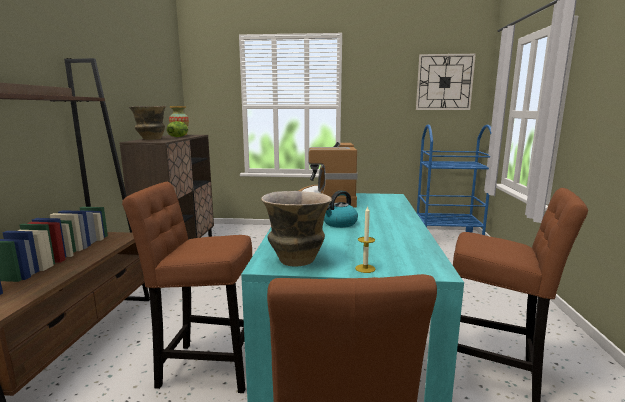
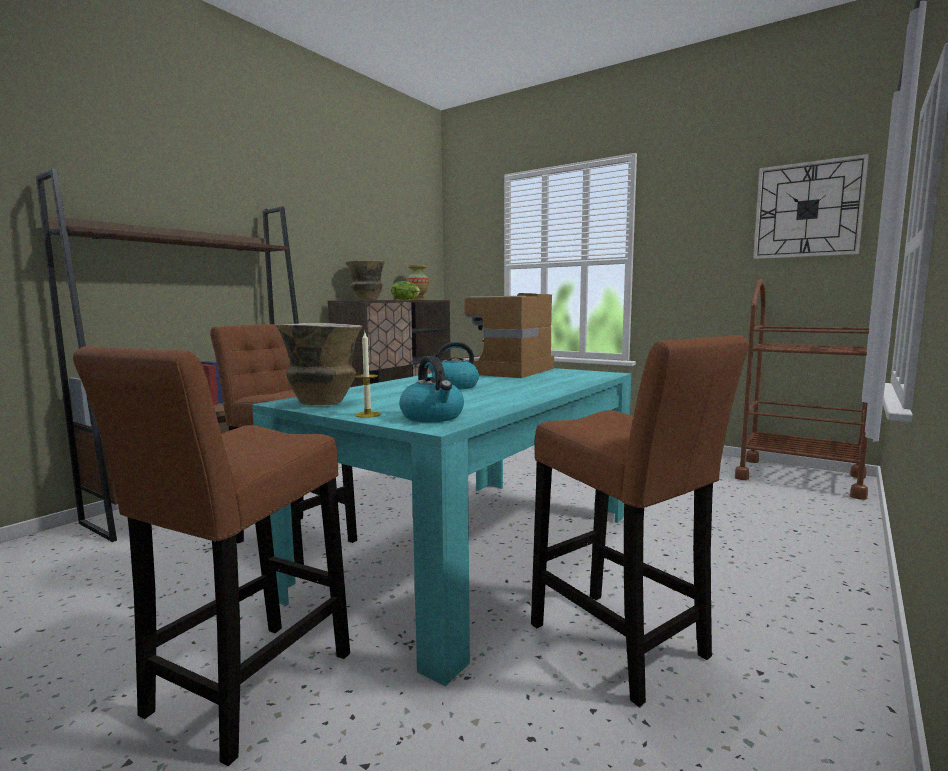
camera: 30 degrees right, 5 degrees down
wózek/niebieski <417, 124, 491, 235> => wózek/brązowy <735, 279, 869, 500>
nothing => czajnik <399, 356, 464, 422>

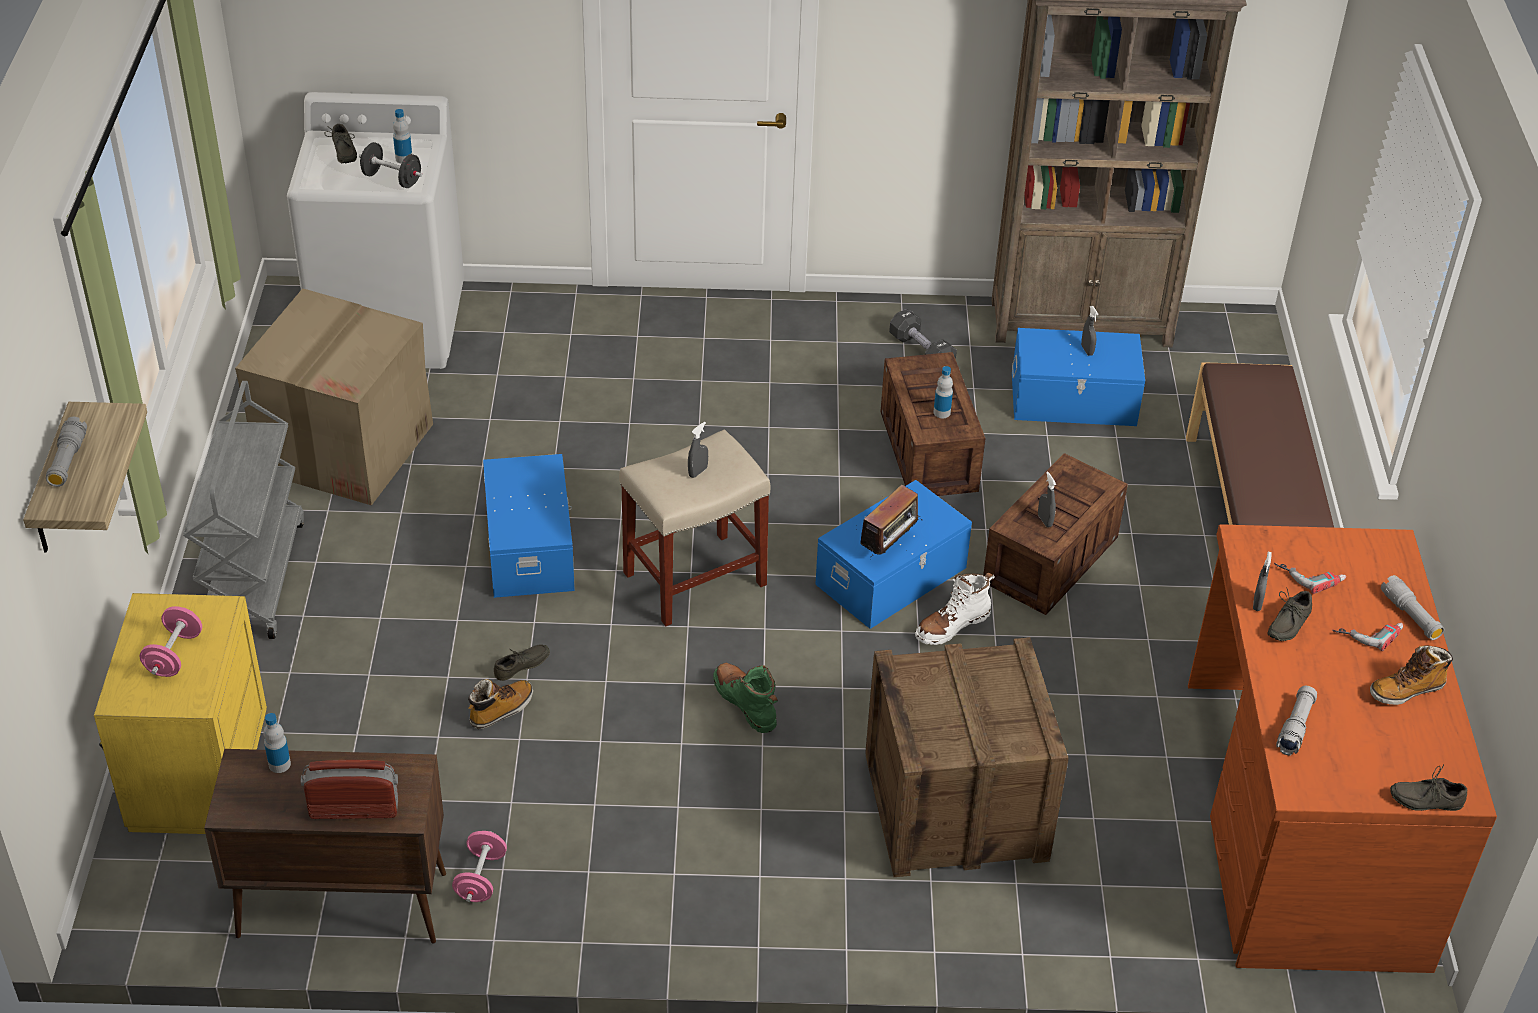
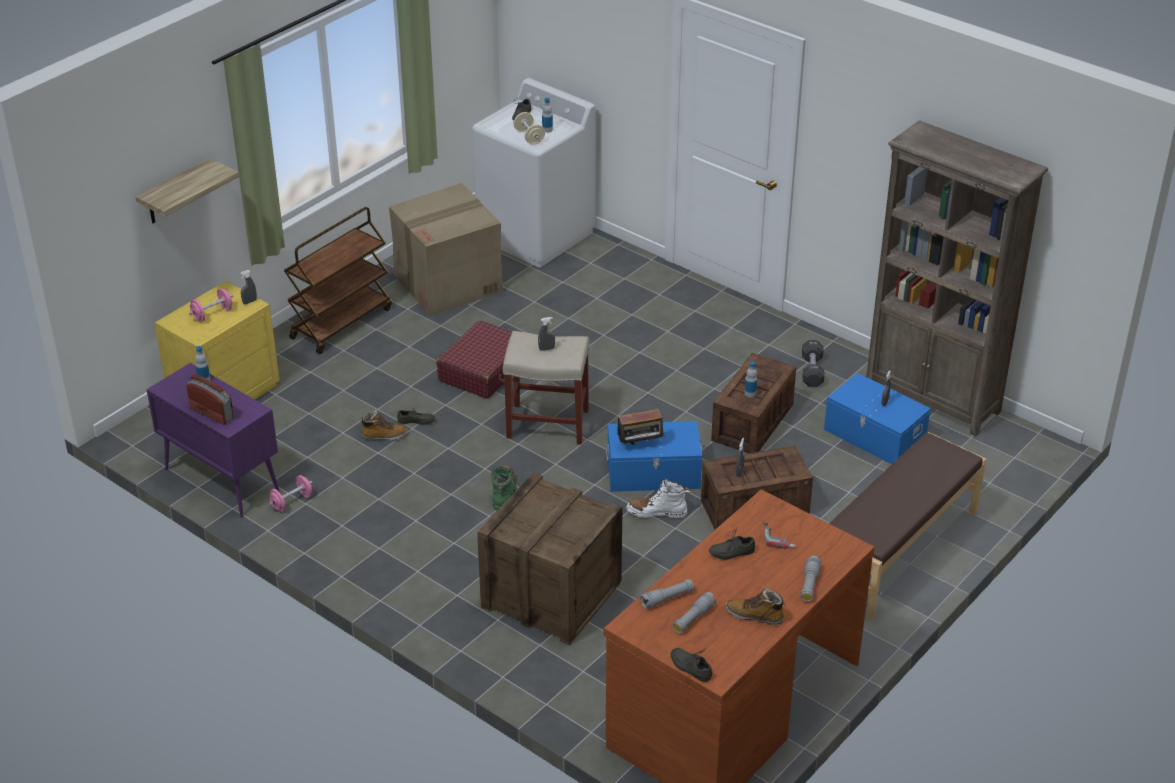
camera: 40 degrees right, 5 degrees down
latarka/szary <46, 417, 87, 487> => latarka/szary <673, 592, 717, 634>, shifted
wózek/szary <183, 381, 304, 639> => wózek/brązowy <284, 207, 392, 354>
szafka/brązowy <204, 749, 446, 944> => szafka/fioletowy <146, 363, 279, 517>
hantel/czarny <359, 142, 422, 188> => hantel/beżowy <513, 112, 545, 145>
pojemnik do przechowywania/niebieski <483, 454, 575, 598> => walizka/czerwony <437, 320, 513, 399>
spryskiwacz/szary <1253, 552, 1272, 611> => spryskiwacz/szary <240, 270, 257, 304>, shifted
wiertarka <1332, 623, 1403, 651> => nothing

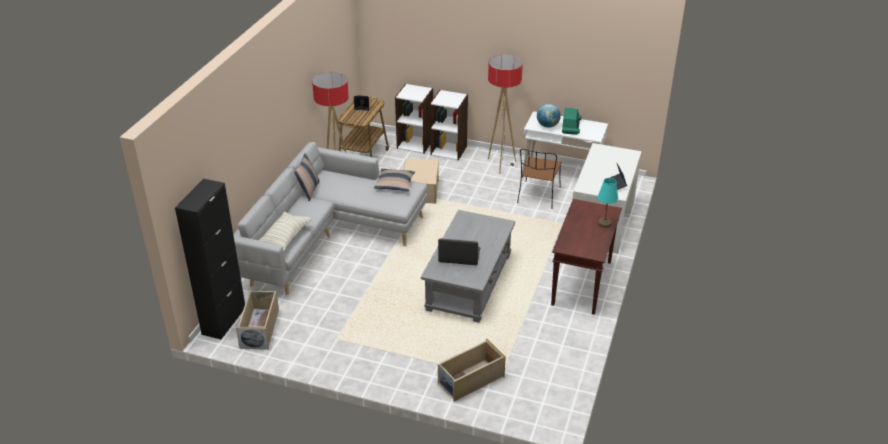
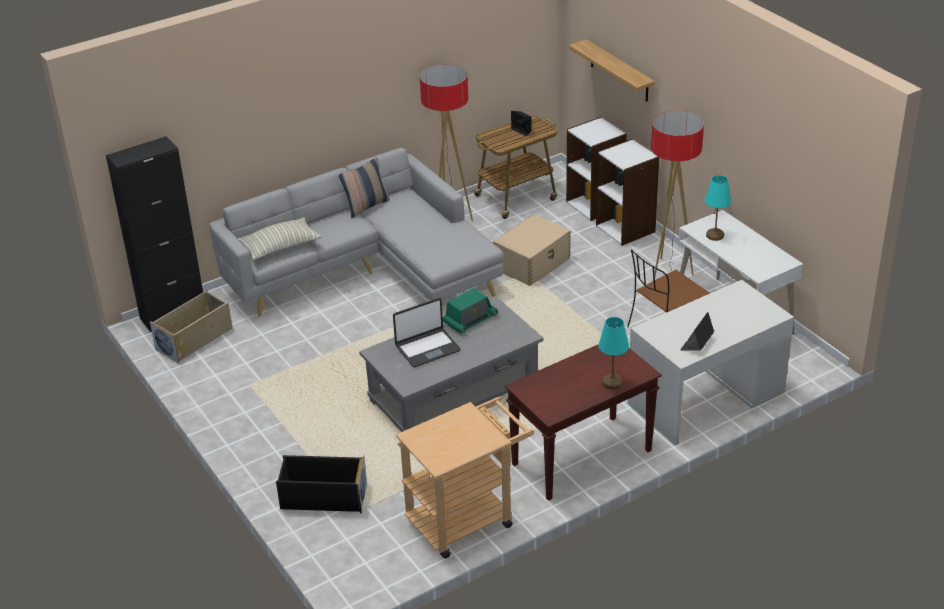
camera: 40 degrees right, 0 degrees up
poduszka <374, 168, 415, 192> => nothing
laptop <438, 238, 480, 265> => laptop <393, 298, 461, 367>, 105 degrees clockwise
pojemnik do przechowywania/beżowy <438, 339, 506, 402> => pojemnik do przechowywania/czarny <276, 455, 367, 513>
globus <537, 104, 561, 128> => lampa stołowa/turkusowy <705, 175, 731, 241>
radio <562, 108, 582, 135> => radio <443, 288, 498, 334>, shifted
nothing => wózek/beżowy <396, 397, 534, 559>
nothing => półka <569, 39, 655, 102>

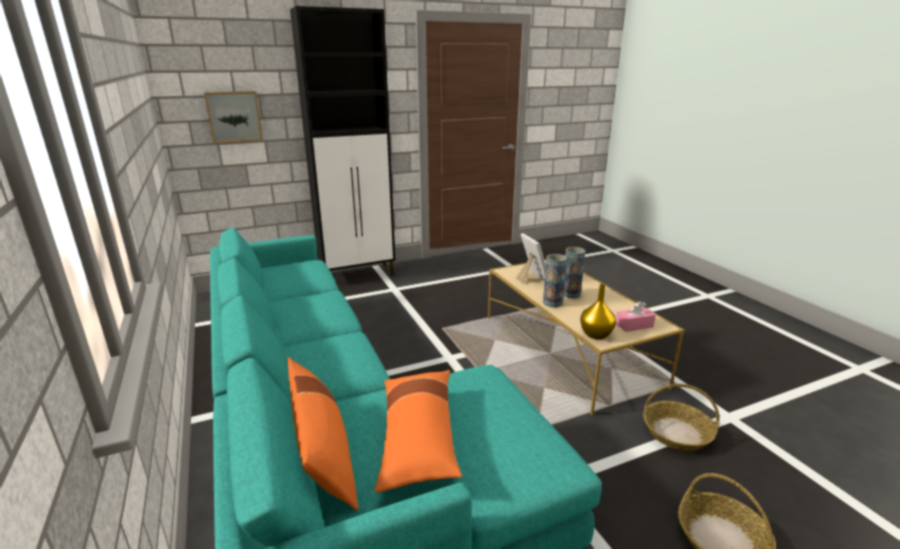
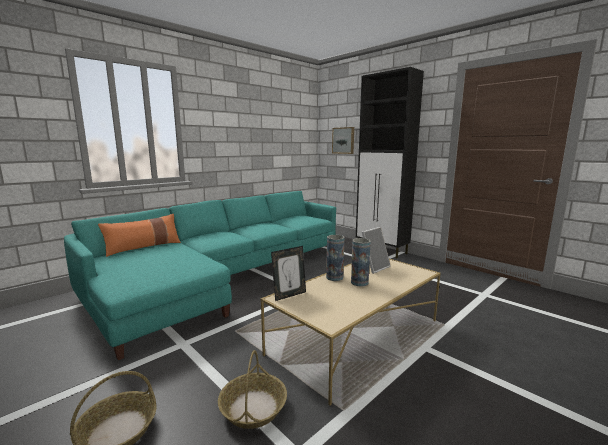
camera: 70 degrees right, 10 degrees down
poduszka/pomarańczowy <374, 370, 462, 493> => nothing
wazon/żółty <580, 284, 616, 339> => ramka na zdjęcie <271, 246, 306, 301>
pudełko chusteczek/różowy <616, 301, 656, 332> => nothing

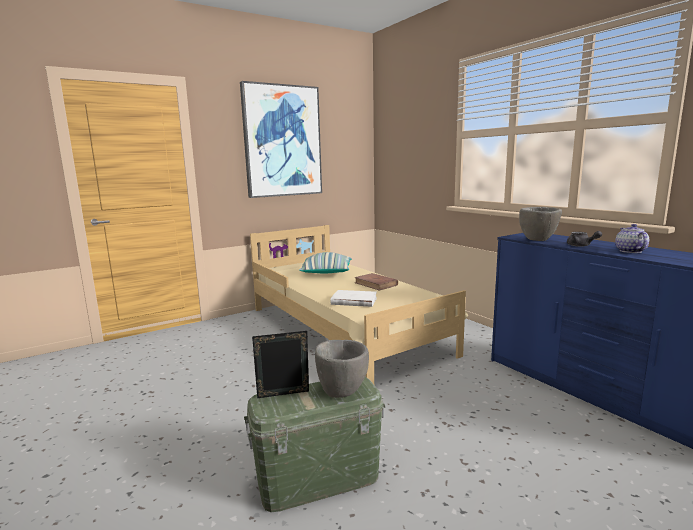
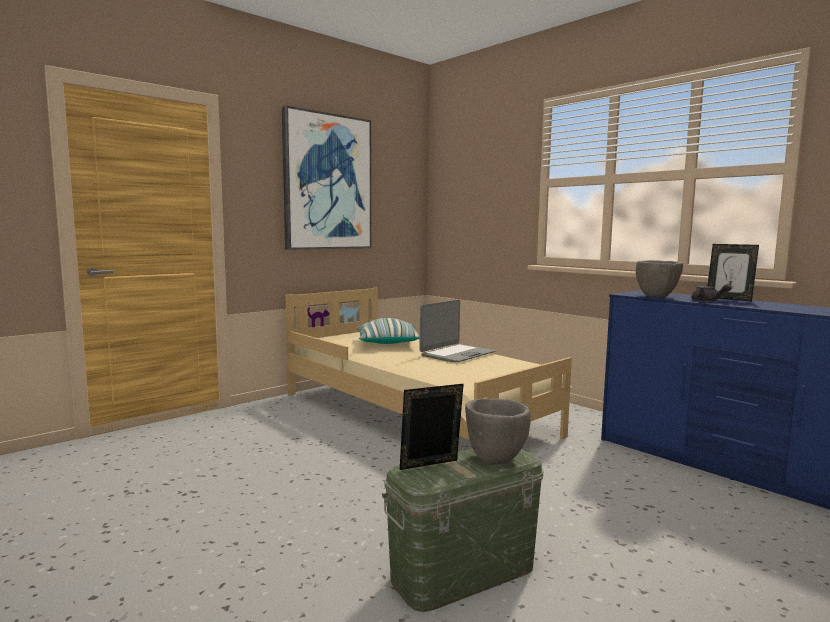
camera: 10 degrees left, 5 degrees down
książka/biały <330, 290, 377, 307> => nothing
książka/brązowy <354, 273, 398, 290> => laptop <419, 300, 495, 362>
imbryk <615, 224, 649, 253> => nothing
nothing => ramka na zdjęcie <708, 244, 759, 302>

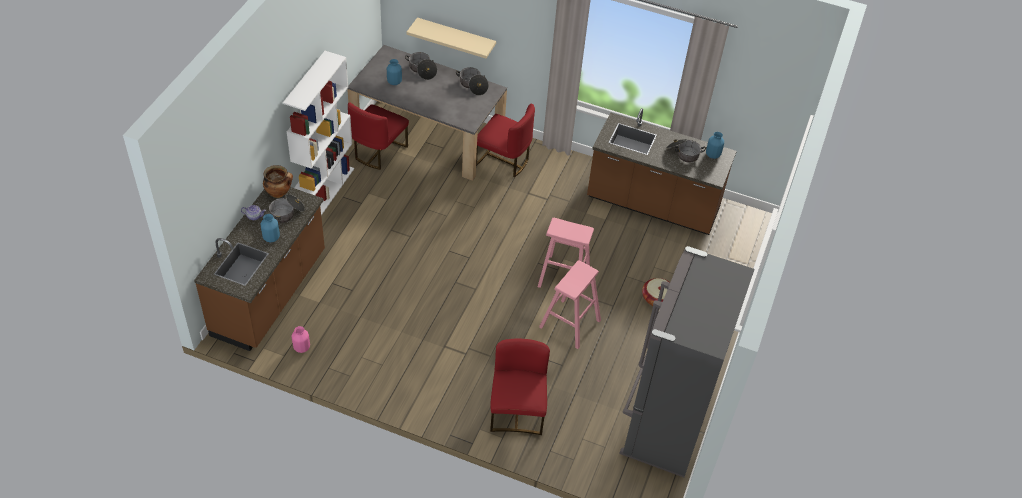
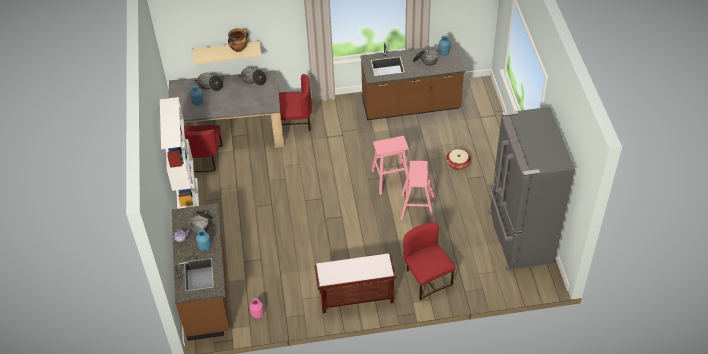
camera: 25 degrees left, 0 degrees up
garnek <263, 165, 293, 198> => garnek <228, 28, 248, 52>, shifted
nothing => ławka/brązowy <314, 253, 396, 313>

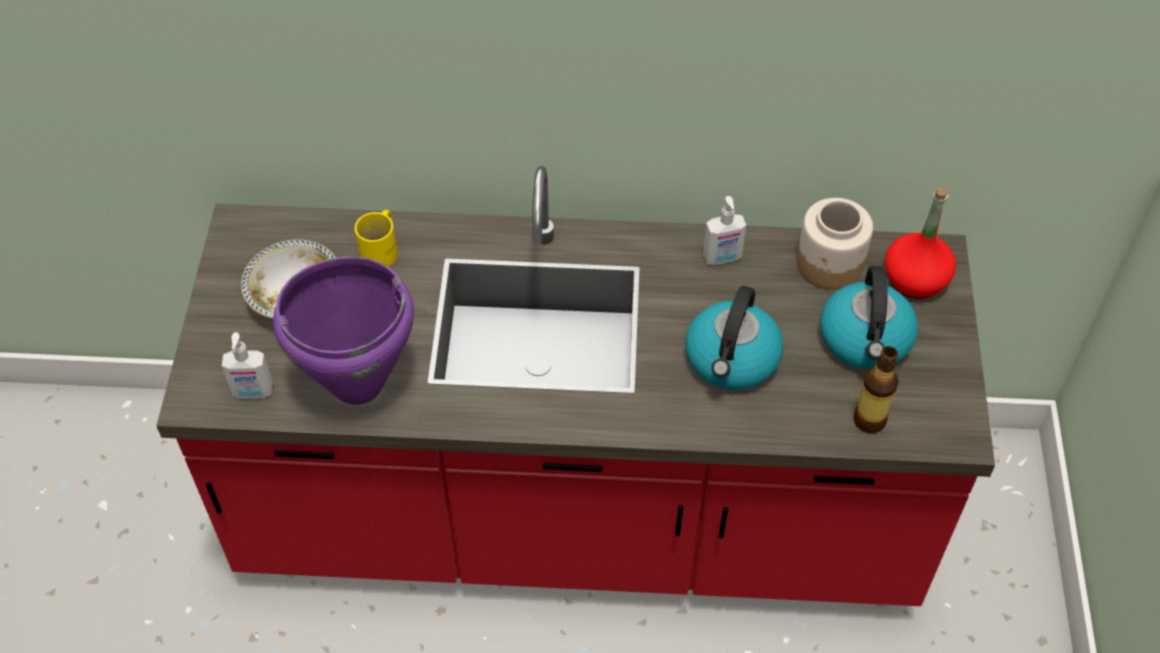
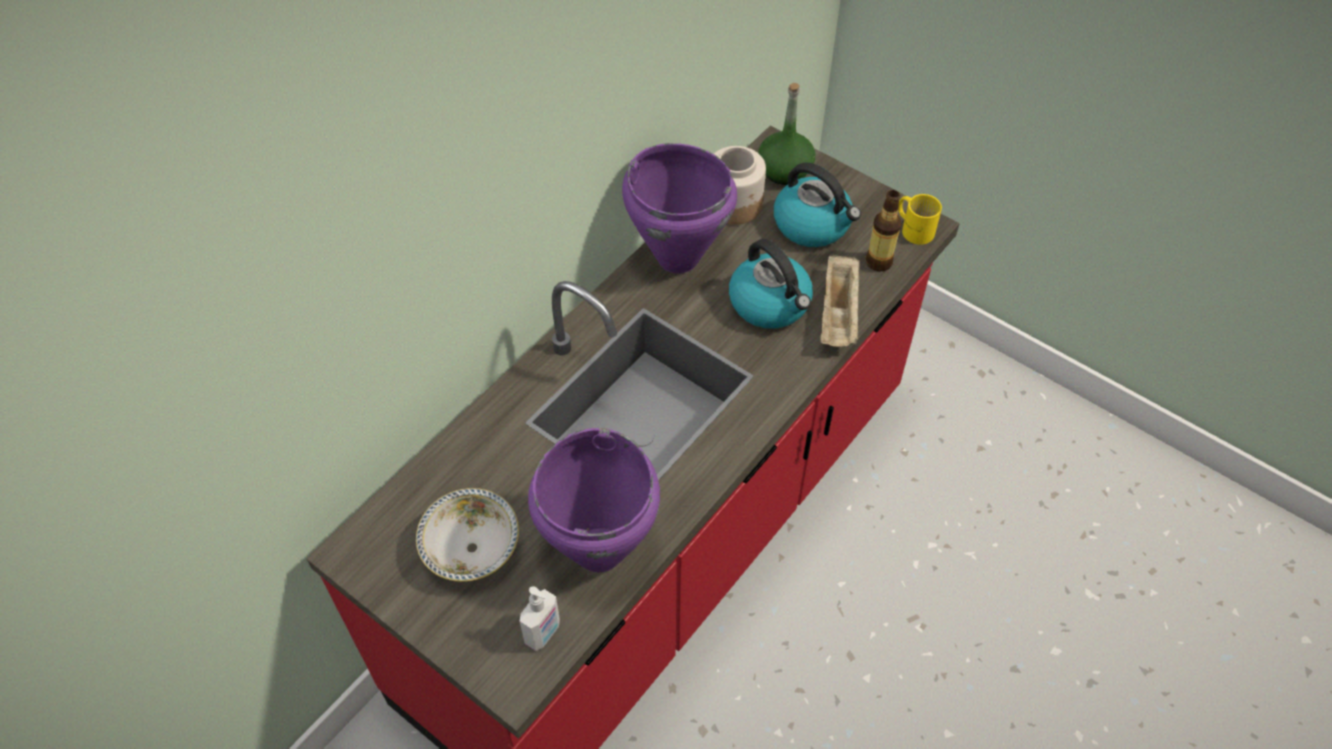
camera: 55 degrees left, 0 degrees up
kubek/żółty <355, 210, 398, 267> => kubek/żółty <898, 194, 942, 245>, shifted
dozownik mydła <703, 196, 746, 265> => garnek/fioletowy <622, 143, 737, 273>
butelka/czerwony <885, 188, 956, 299> => butelka/zielony <758, 83, 815, 185>
nothing => taca/beżowy <820, 253, 860, 347>

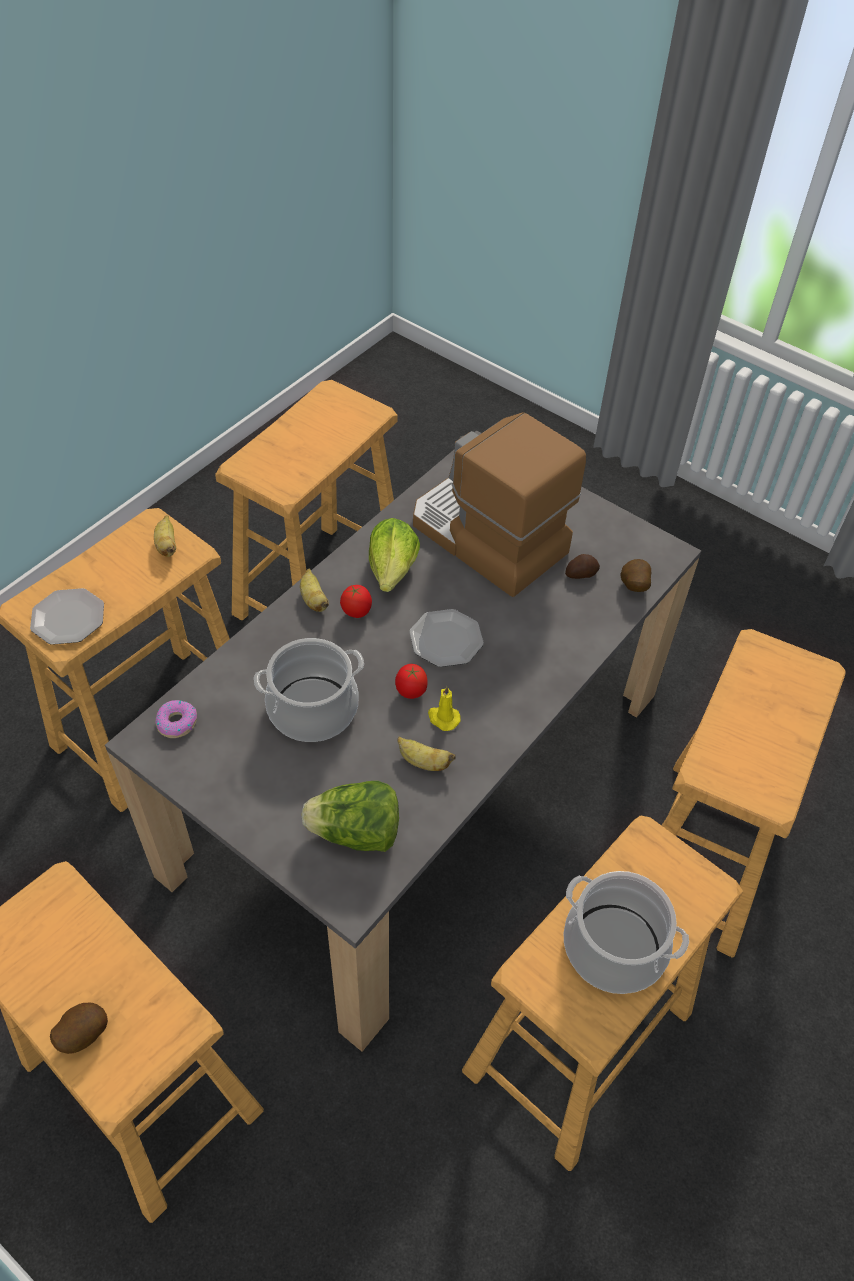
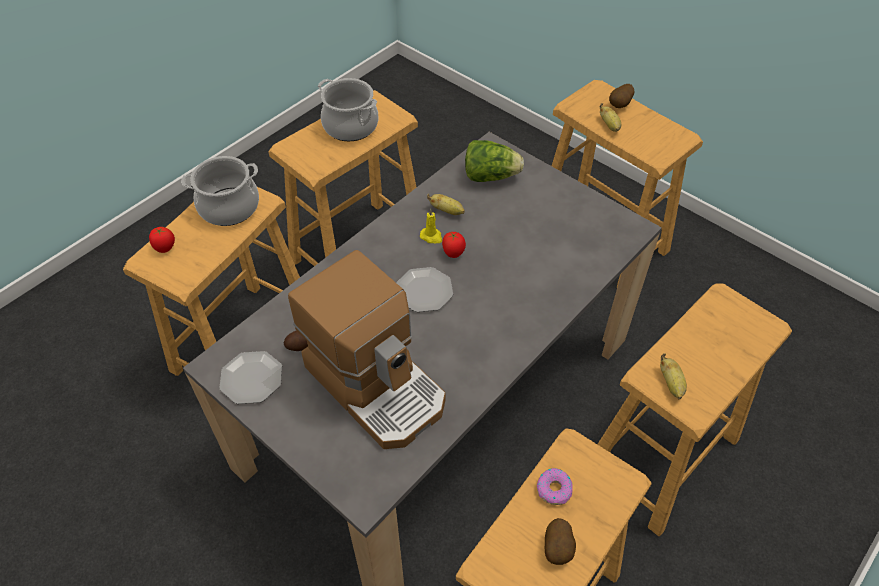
camera: 175 degrees left, 0 degrees up
talerz <30, 588, 104, 645> => talerz <219, 351, 282, 404>, shifted
donut <155, 700, 197, 738> => donut <537, 468, 573, 505>, shifted
garnek <254, 638, 364, 742> => garnek <181, 156, 259, 226>, shifted
banan <300, 569, 329, 612> => banan <599, 103, 621, 132>, shifted
pomidor <340, 585, 372, 618> => pomidor <149, 227, 175, 253>, shifted
sałata <369, 518, 420, 592> => nothing
ziemniak <620, 559, 651, 592> => ziemniak <545, 518, 576, 565>, shifted

